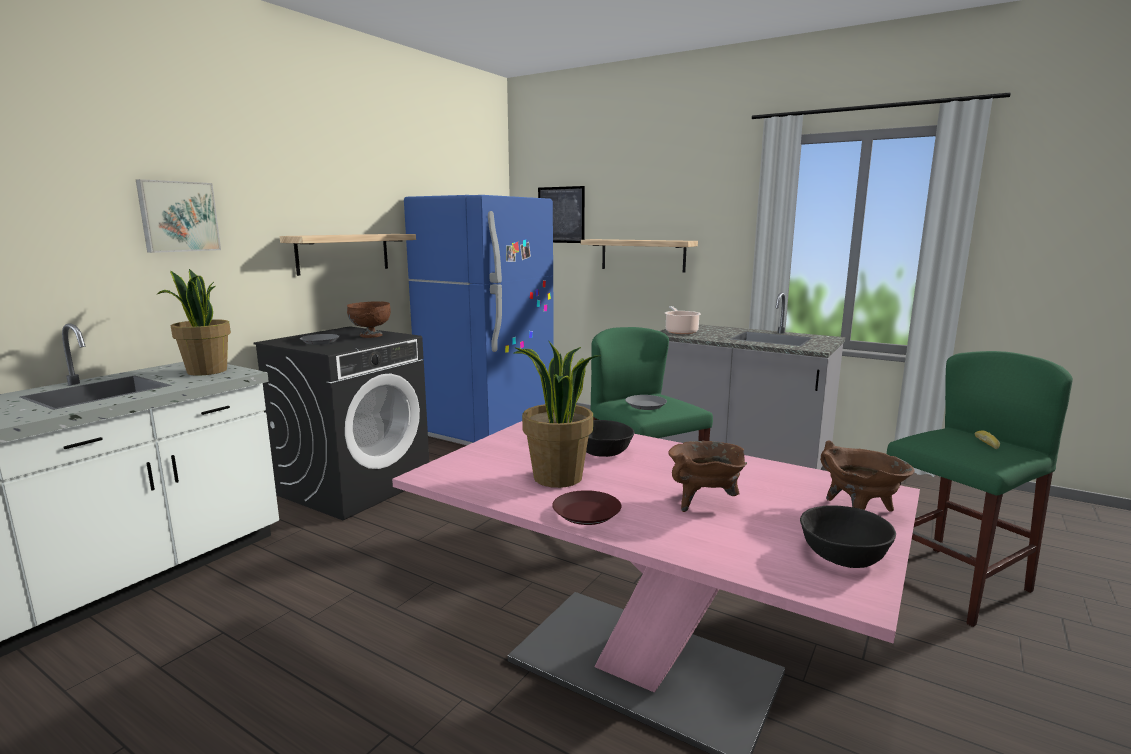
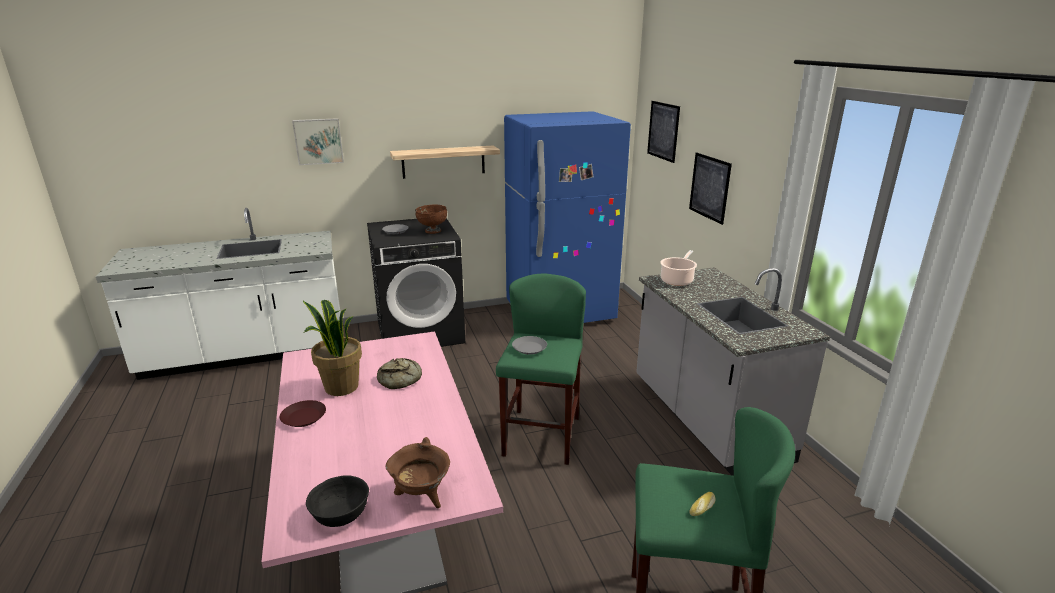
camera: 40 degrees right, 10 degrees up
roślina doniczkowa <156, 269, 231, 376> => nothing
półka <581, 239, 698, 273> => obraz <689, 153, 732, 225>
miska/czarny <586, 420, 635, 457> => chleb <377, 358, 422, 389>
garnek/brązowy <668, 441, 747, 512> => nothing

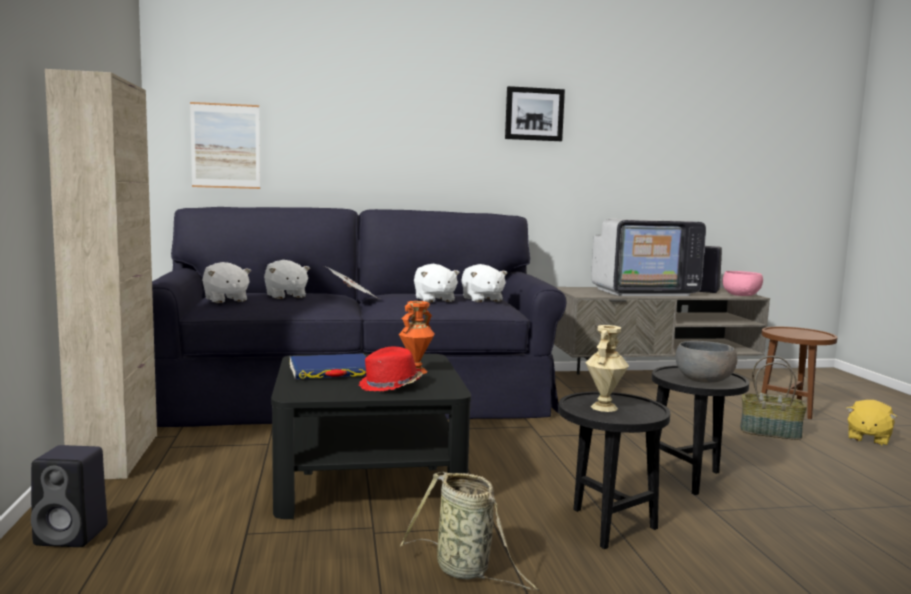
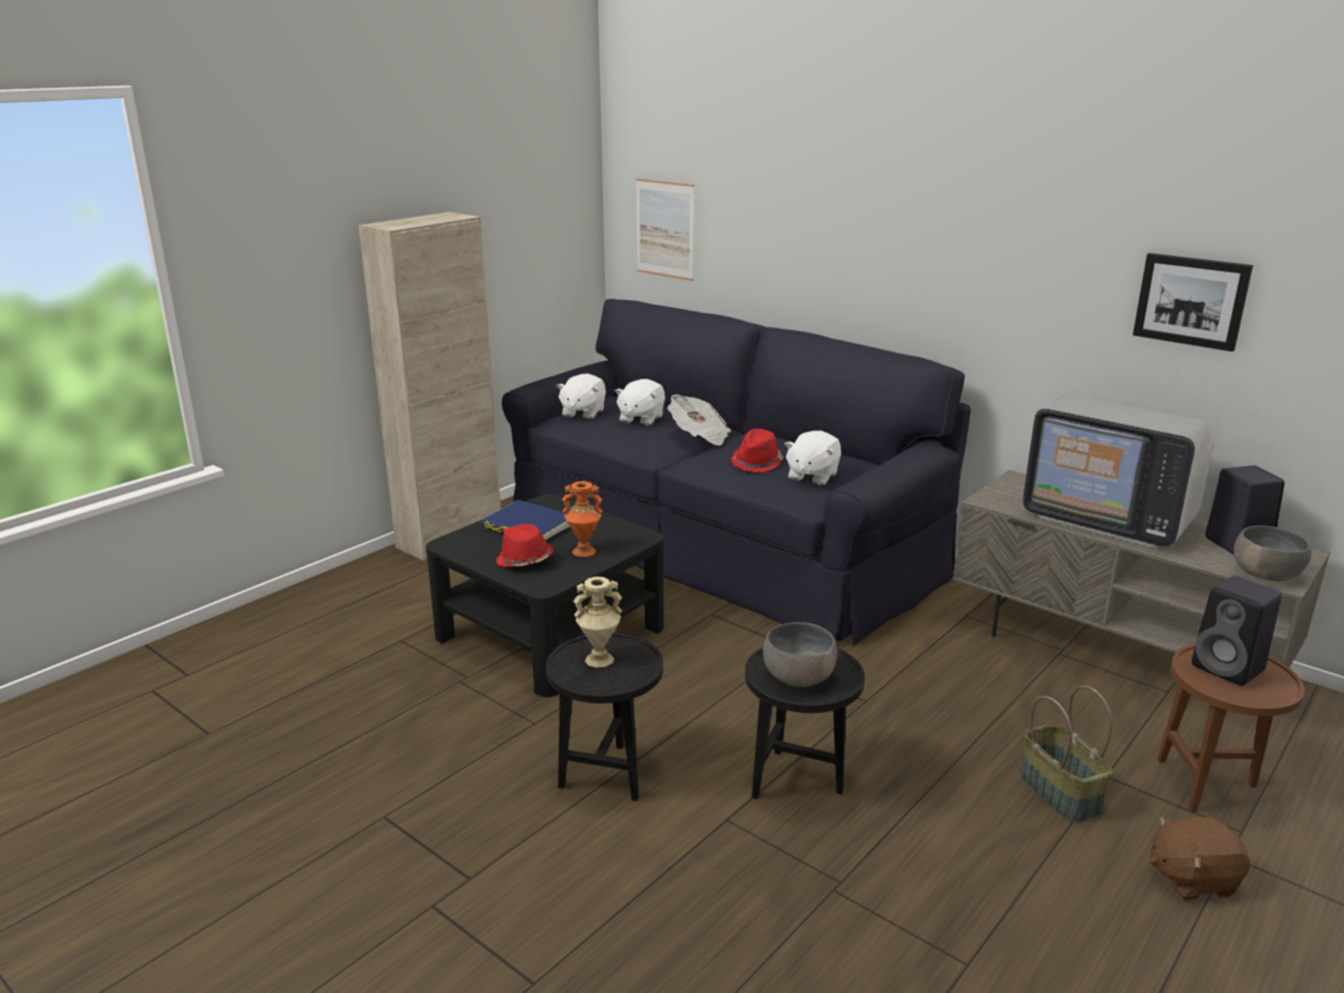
camera: 50 degrees right, 15 degrees up
głośnik/czarny <31, 445, 108, 547> => głośnik/czarny <1192, 576, 1282, 686>, shifted
koszyk <400, 472, 539, 591> => nothing
pluszak/biały <414, 264, 460, 303> => kapelusz/czerwony <731, 429, 783, 473>
obraz <505, 86, 565, 141> => obraz <1133, 253, 1253, 352>, shifted
miska/różowy <722, 271, 763, 296> => miska/szary <1234, 526, 1312, 581>
pluszak/żółty <846, 400, 897, 446> => pluszak/brązowy <1150, 815, 1250, 900>

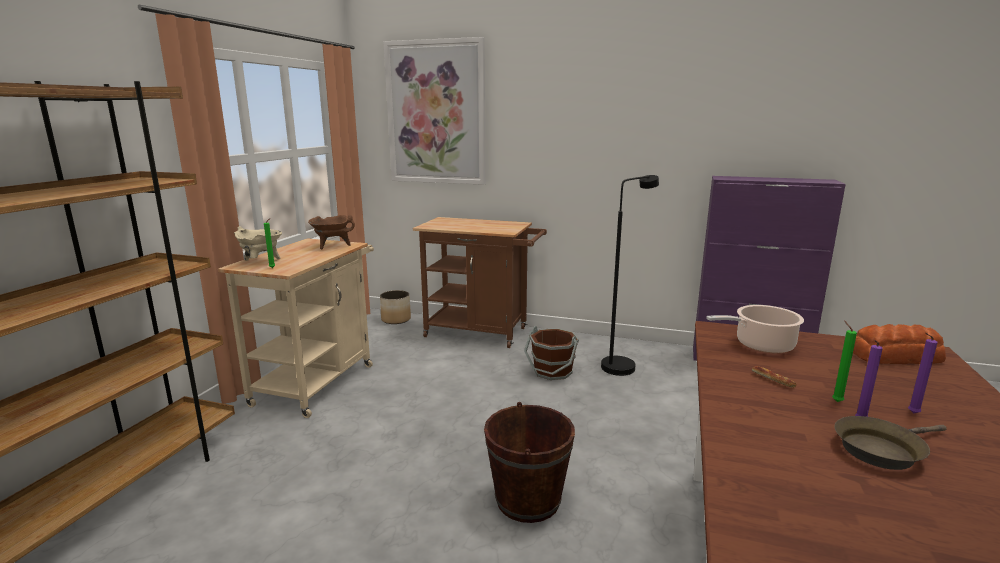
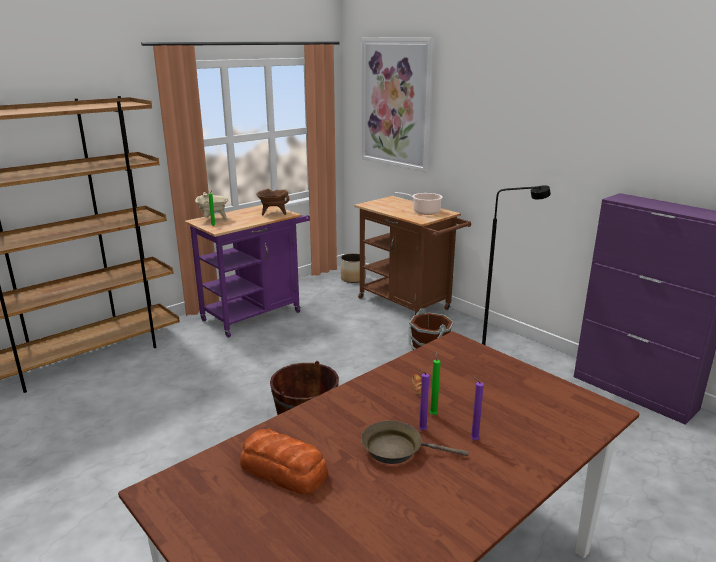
camera: 30 degrees right, 5 degrees up
wózek/beżowy <218, 238, 374, 418> => wózek/fioletowy <185, 205, 310, 338>
garnek <706, 305, 804, 353> => garnek <394, 192, 443, 215>, shifted
chleb <853, 324, 946, 364> => chleb <240, 429, 328, 494>, shifted

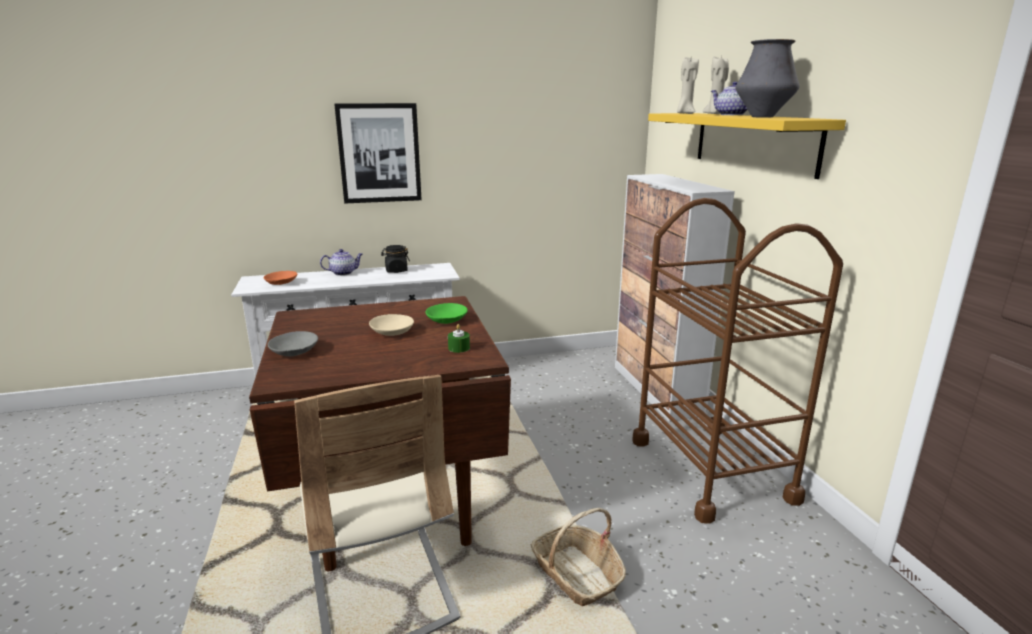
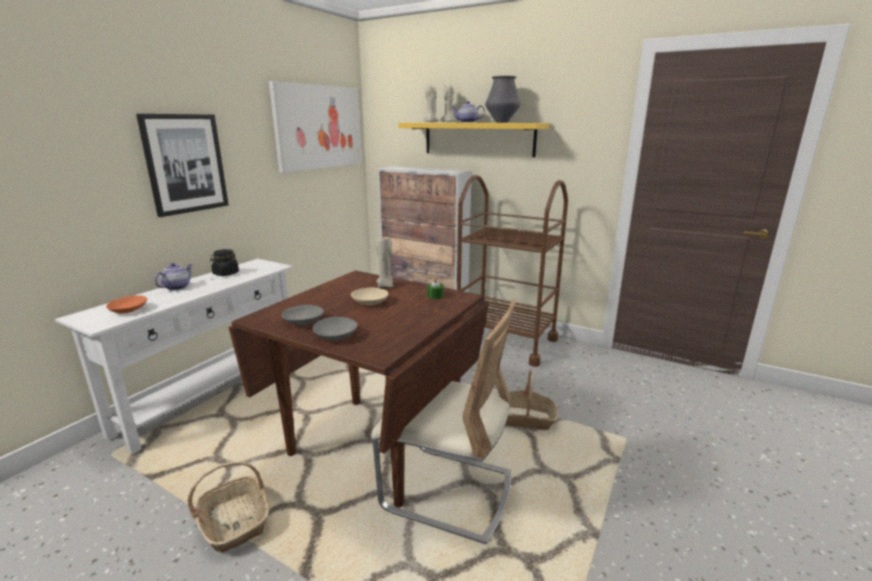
camera: 45 degrees left, 0 degrees up
miska/zielony <425, 303, 468, 324> => świeca/beżowy <376, 237, 393, 288>
nothing => koszyk <188, 461, 269, 553>
nothing => obraz <269, 81, 362, 172>
nothing => miska/szary <282, 305, 324, 325>

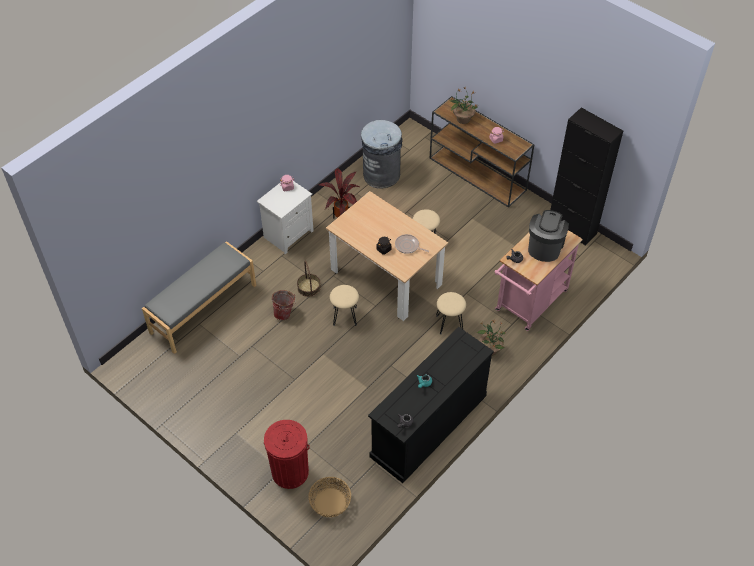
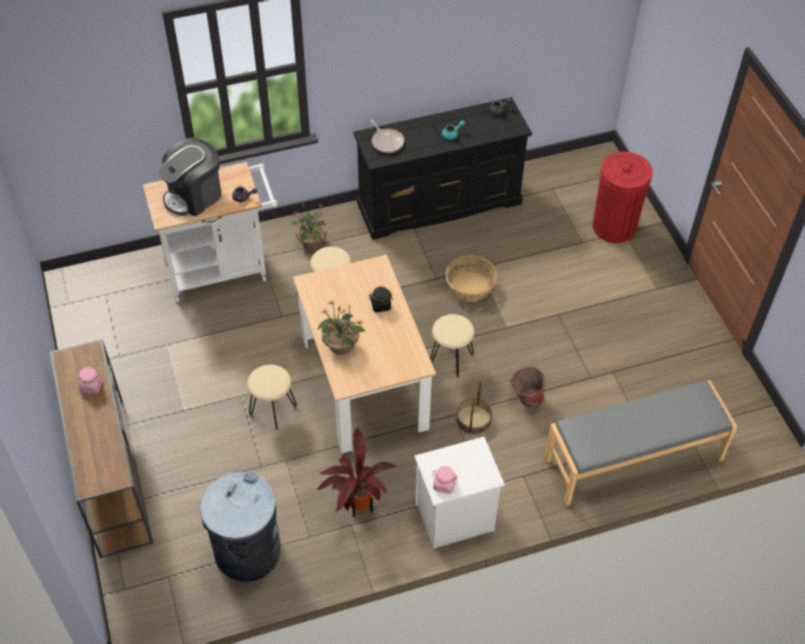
camera: 150 degrees left, 0 degrees up
koszyk <308, 477, 351, 517> => koszyk <446, 255, 497, 301>, shifted
patelnia <395, 234, 429, 254> => patelnia <370, 120, 404, 153>, shifted
roślina doniczkowa <450, 87, 478, 124> => roślina doniczkowa <318, 301, 366, 355>, shifted
wózek/różowy <494, 230, 583, 331> => wózek/biały <143, 162, 278, 302>
szafka/czarny <550, 107, 623, 246> => nothing

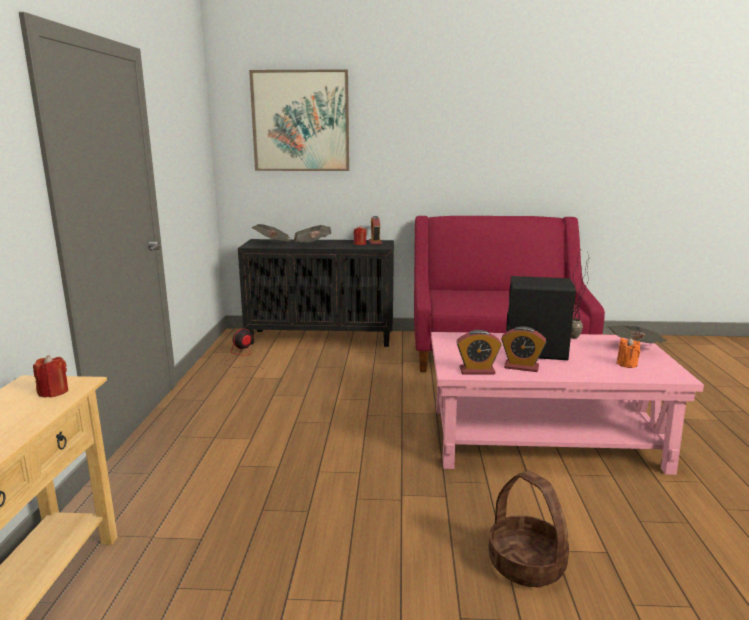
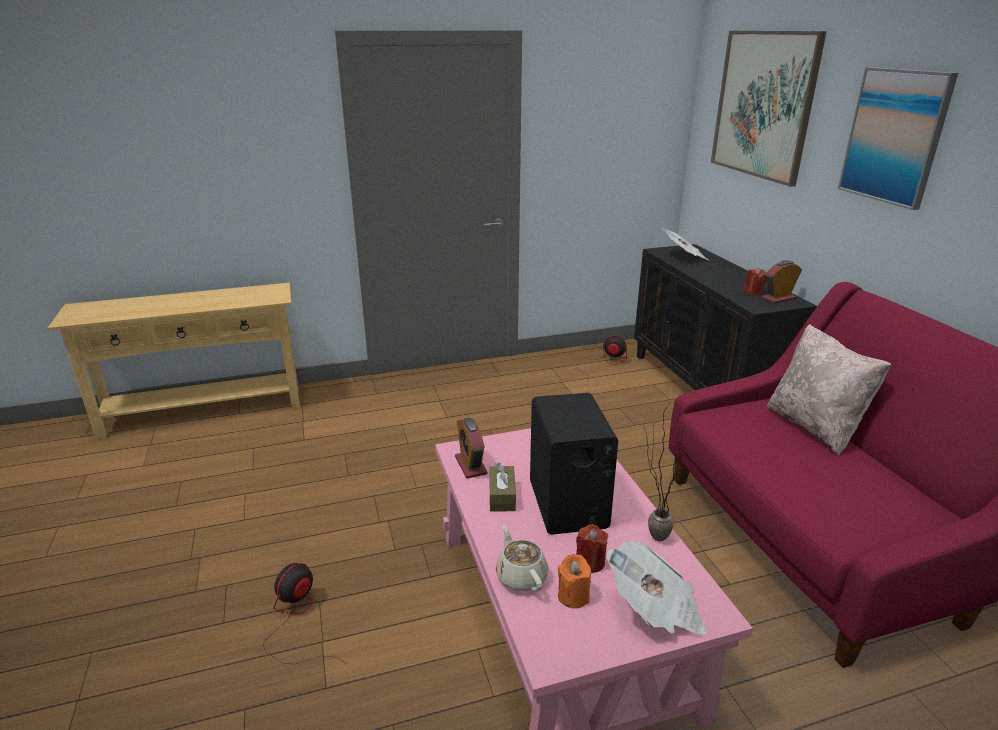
camera: 70 degrees right, 10 degrees up
świeca/czerwony <33, 355, 68, 398> => świeca/czerwony <576, 524, 608, 573>, shifted
gazeta <294, 225, 331, 242> => nothing
koszyk <488, 471, 569, 587> => wentylator <263, 563, 347, 664>
budzik <501, 326, 546, 372> => pudełko chusteczek/brązowy <489, 462, 516, 512>
nothing => imbryk/beżowy <496, 525, 548, 591>
nothing => poduszka/beżowy <767, 324, 891, 456>
nothing => obraz <838, 67, 958, 210>

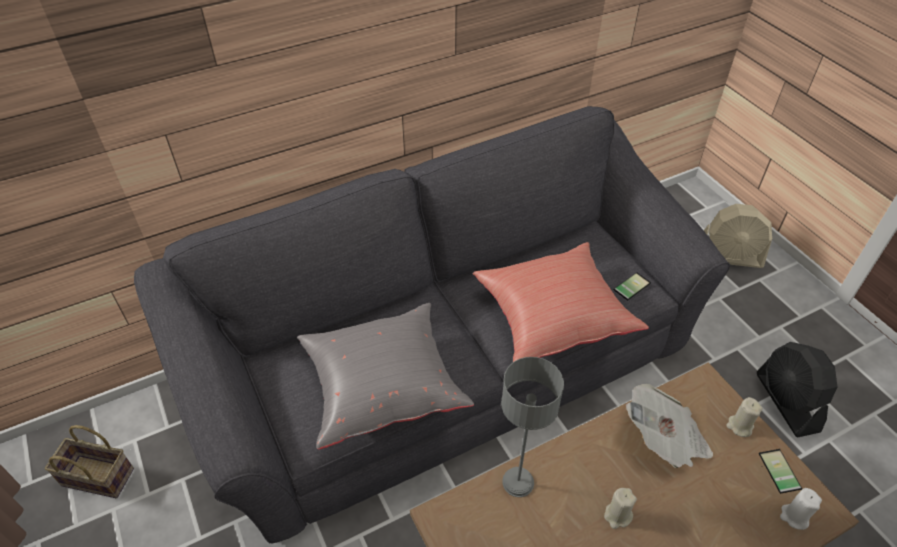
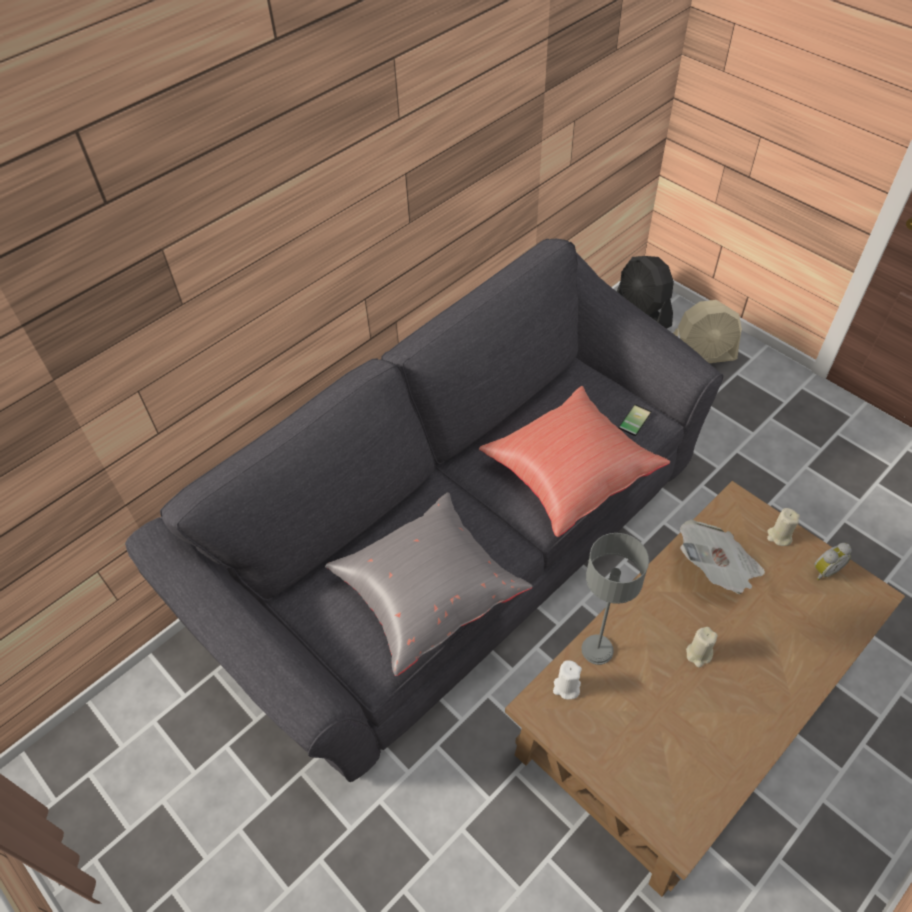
camera: 15 degrees left, 5 degrees up
koszyk <45, 425, 134, 498> => nothing
wentylator/czarny <757, 342, 837, 437> => wentylator/czarny <617, 256, 674, 329>, shifted
telefon <758, 449, 802, 494> => budzik <814, 543, 852, 580>
świeca/biały <780, 488, 822, 530> => świeca/biały <553, 660, 582, 700>, shifted

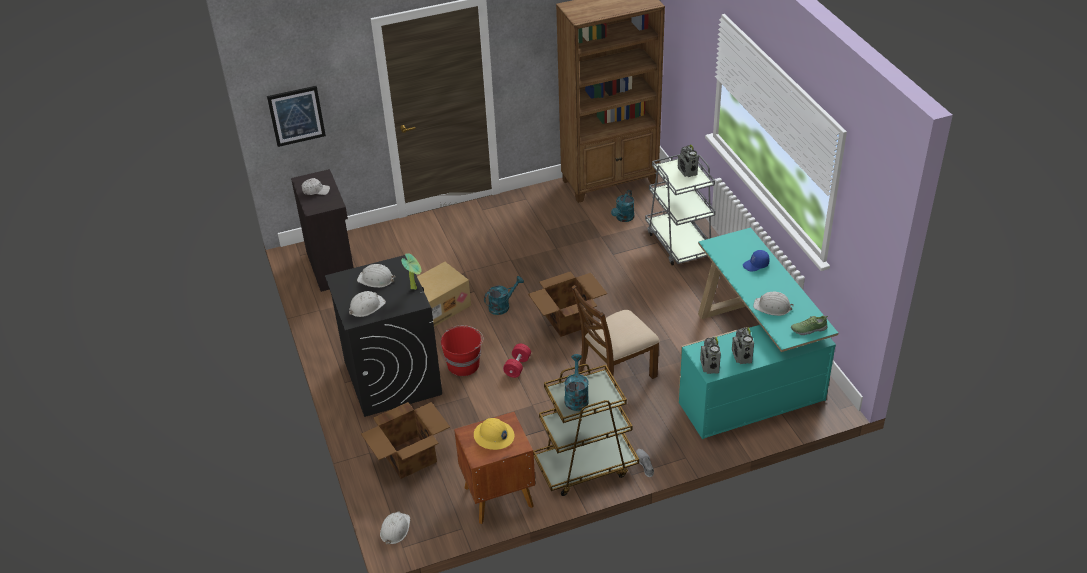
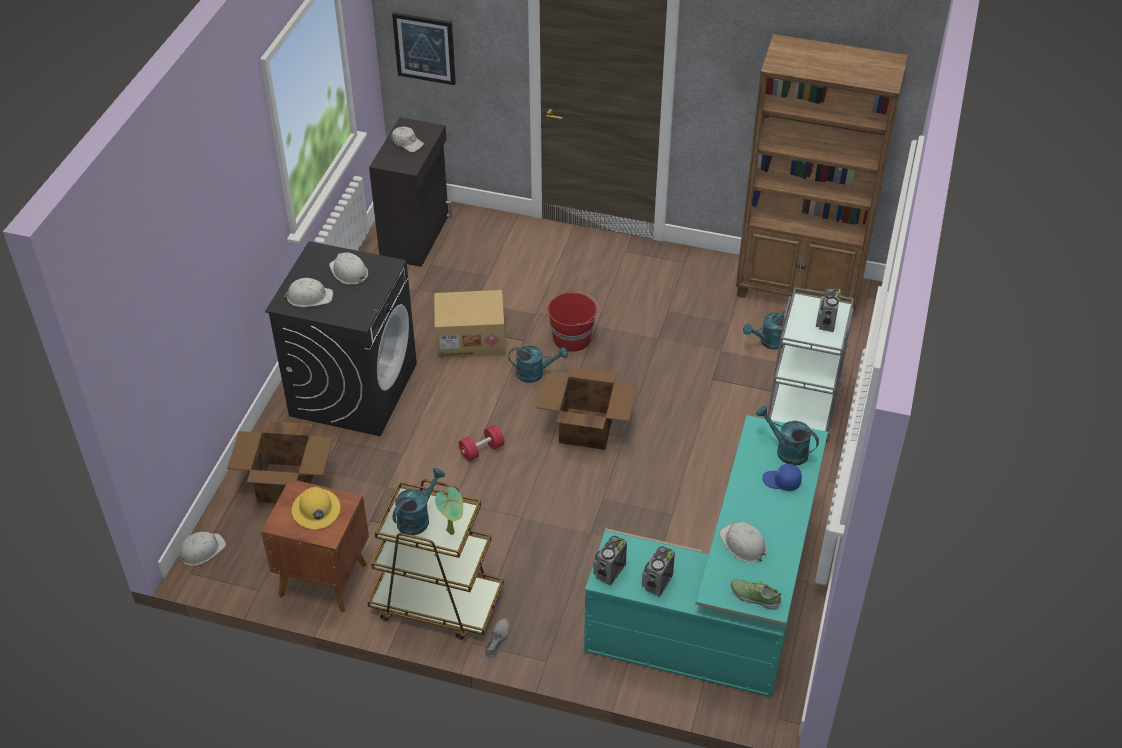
camera: 35 degrees right, 5 degrees up
roślina doniczkowa <401, 253, 422, 290> => roślina doniczkowa <435, 487, 463, 535>, shifted
wiadro/czerwony <441, 325, 483, 376> => wiadro/czerwony <548, 291, 599, 352>, shifted
krzesło/brązowy <571, 285, 660, 380> => nothing
nothing => konewka/turkusowy <756, 405, 819, 465>

